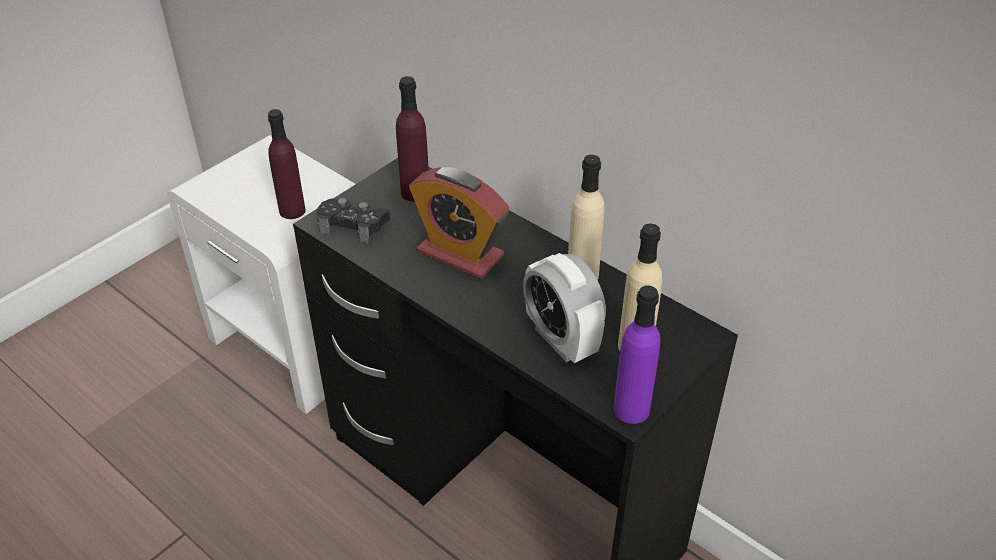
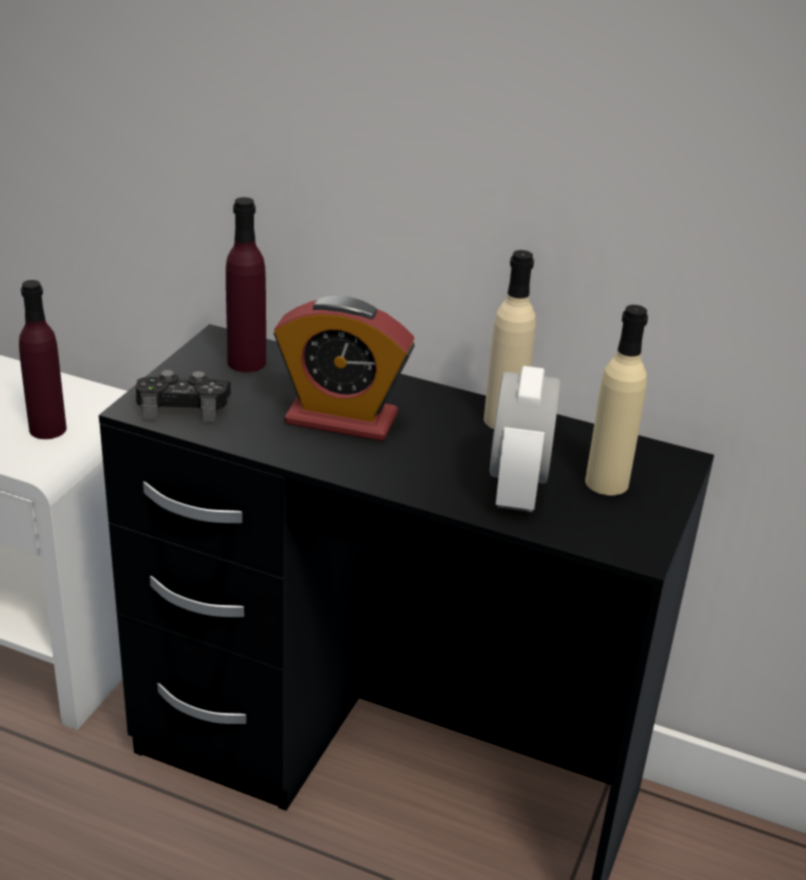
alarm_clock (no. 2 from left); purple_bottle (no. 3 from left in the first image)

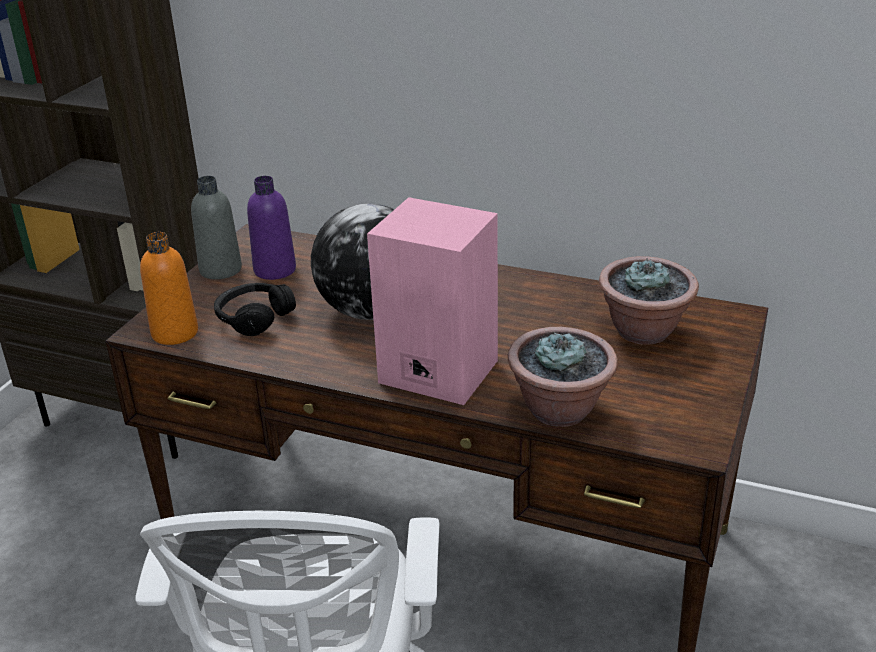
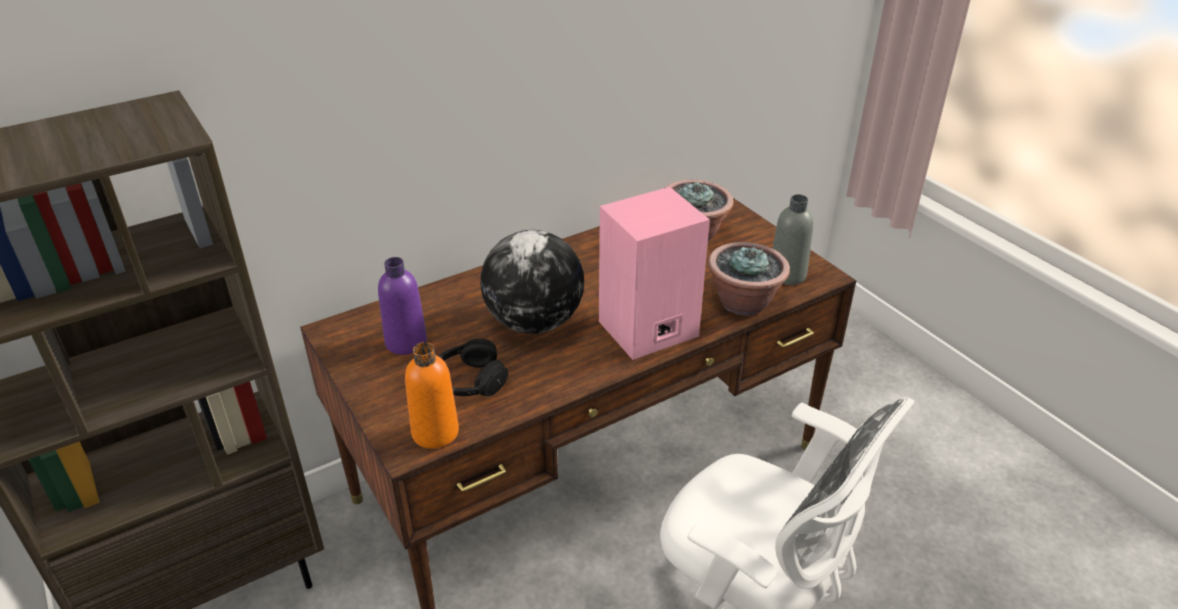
grey_bottle

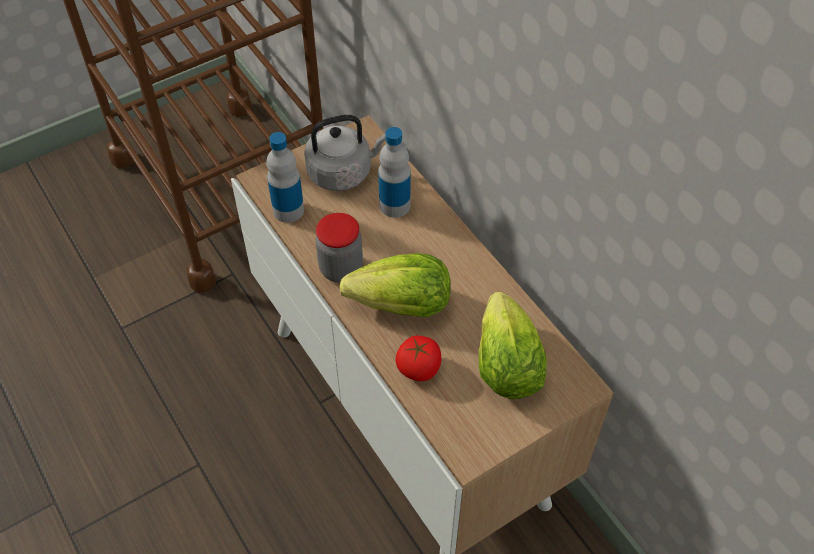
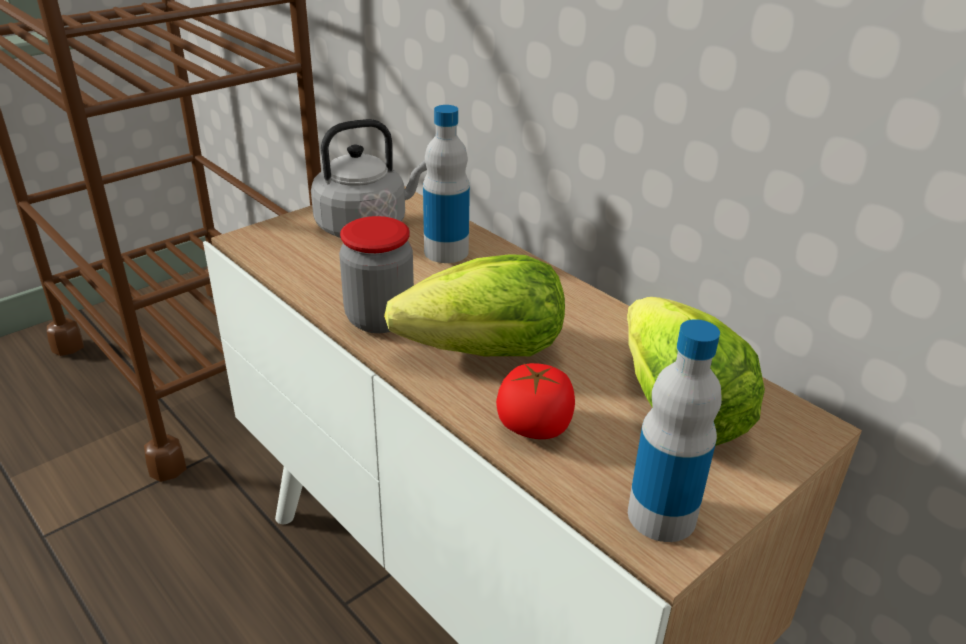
bottle (no. 2 from left)

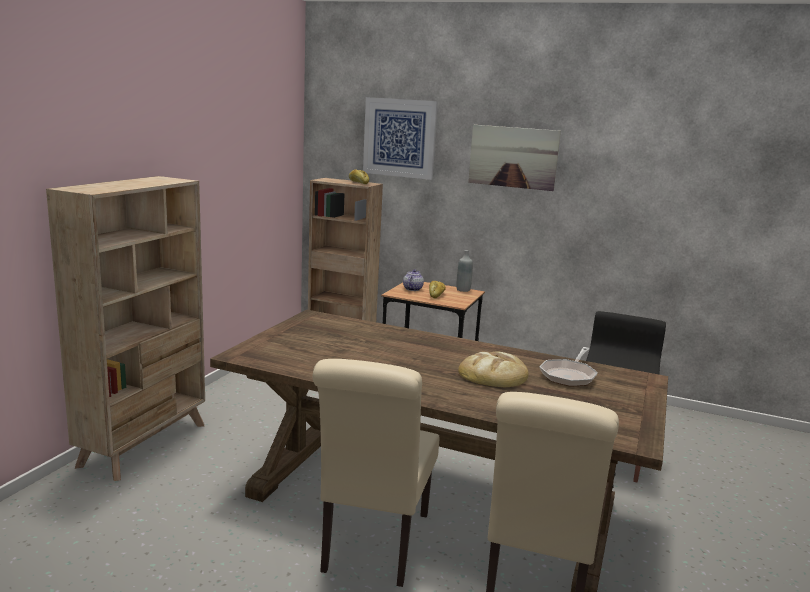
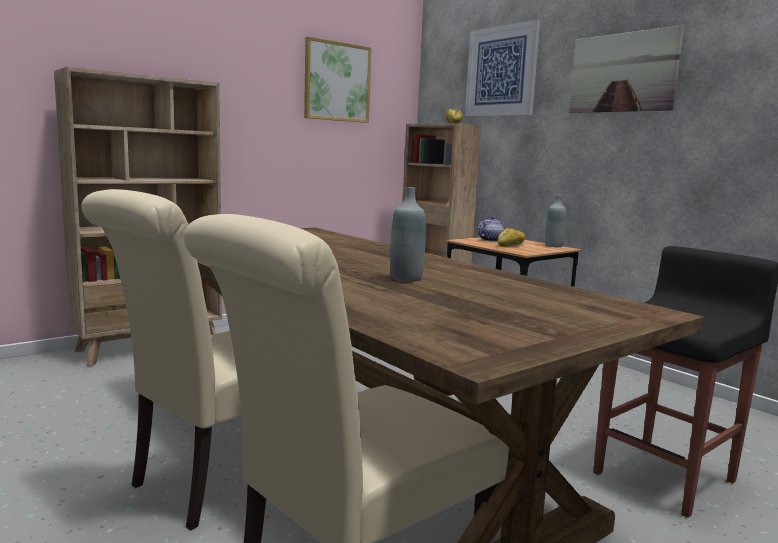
frying_pan; grey_bottle (no. 1 from left); picture (no. 1 from left)

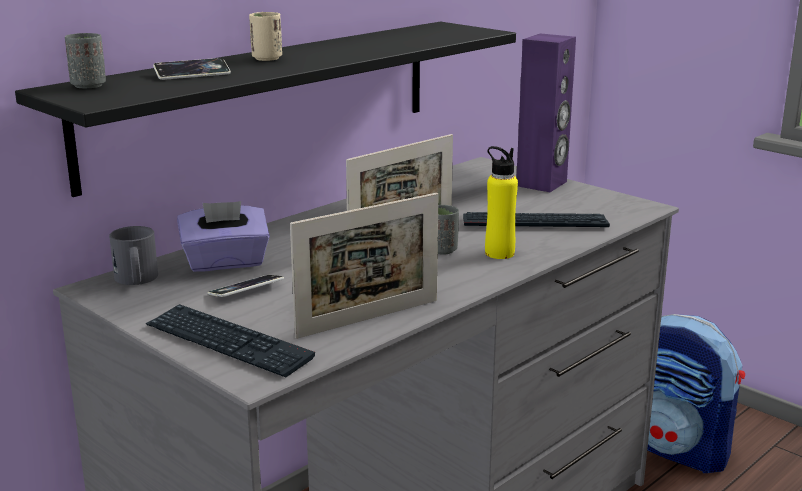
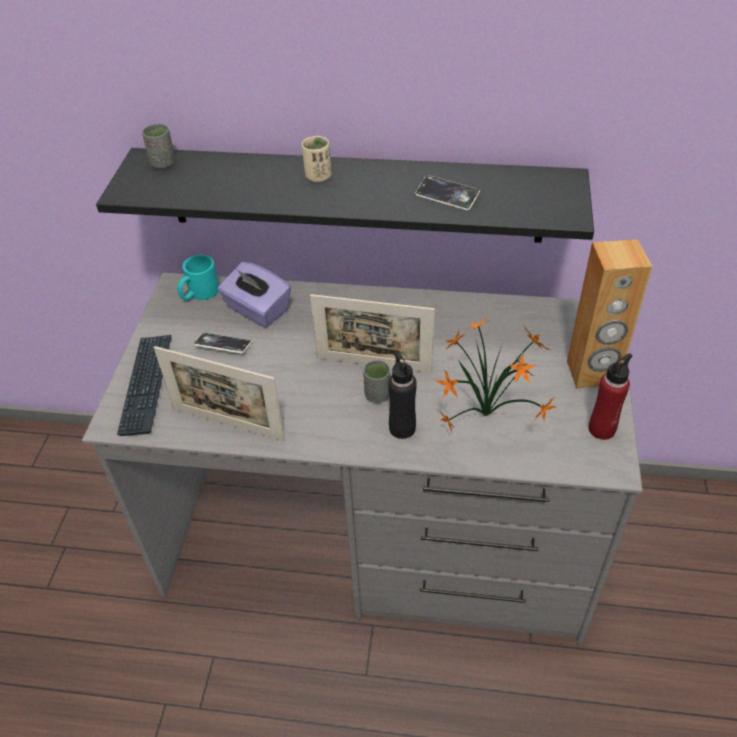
brown_speaker; phone (no. 2 from left); black_bottle; potted_plant; turquoise_mug; backpack; red_bottle

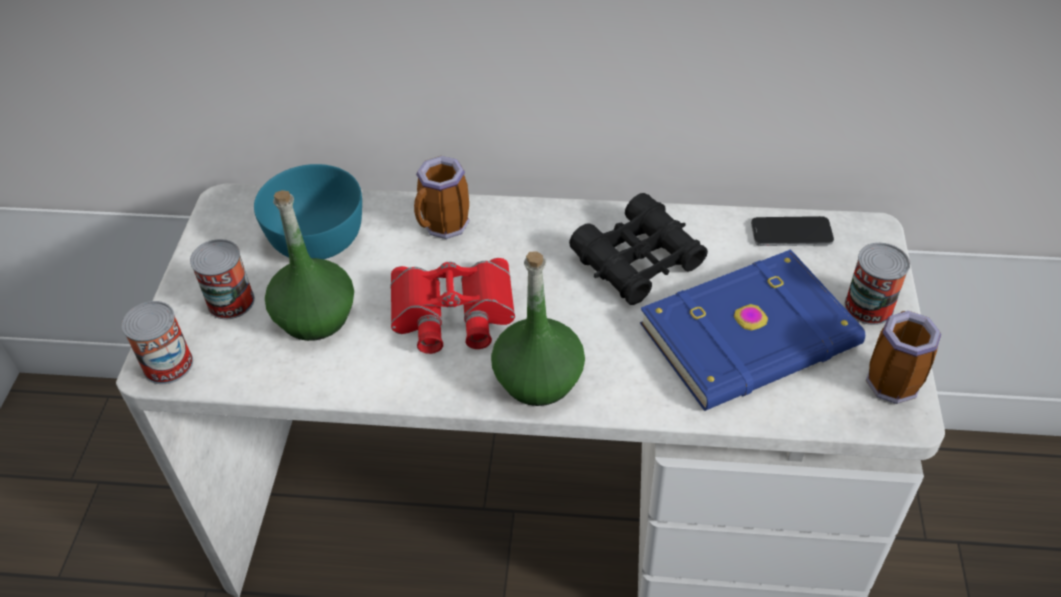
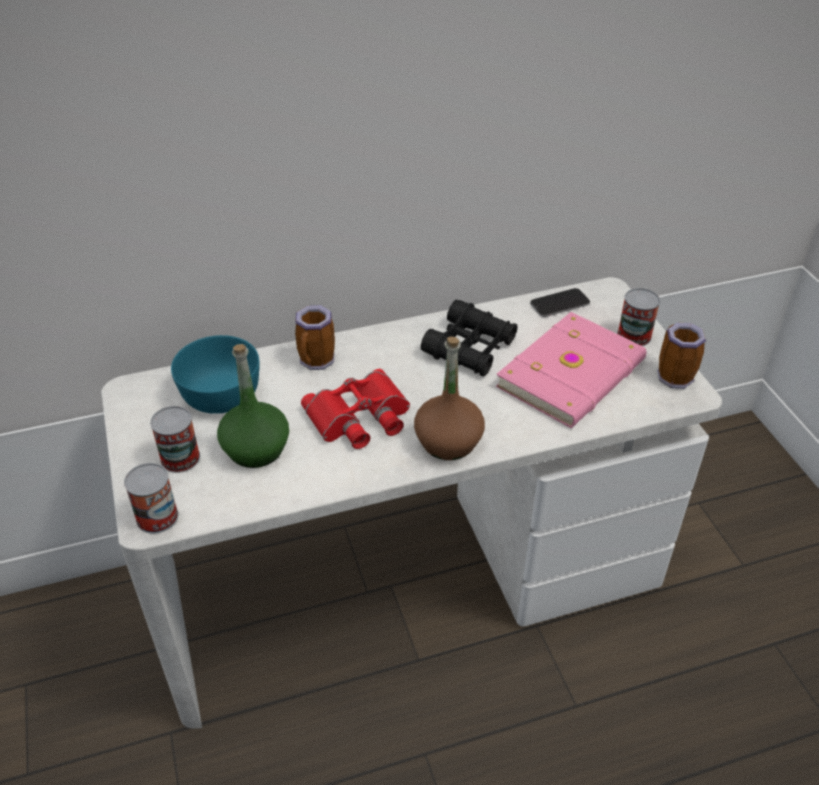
pink_book; brown_bottle

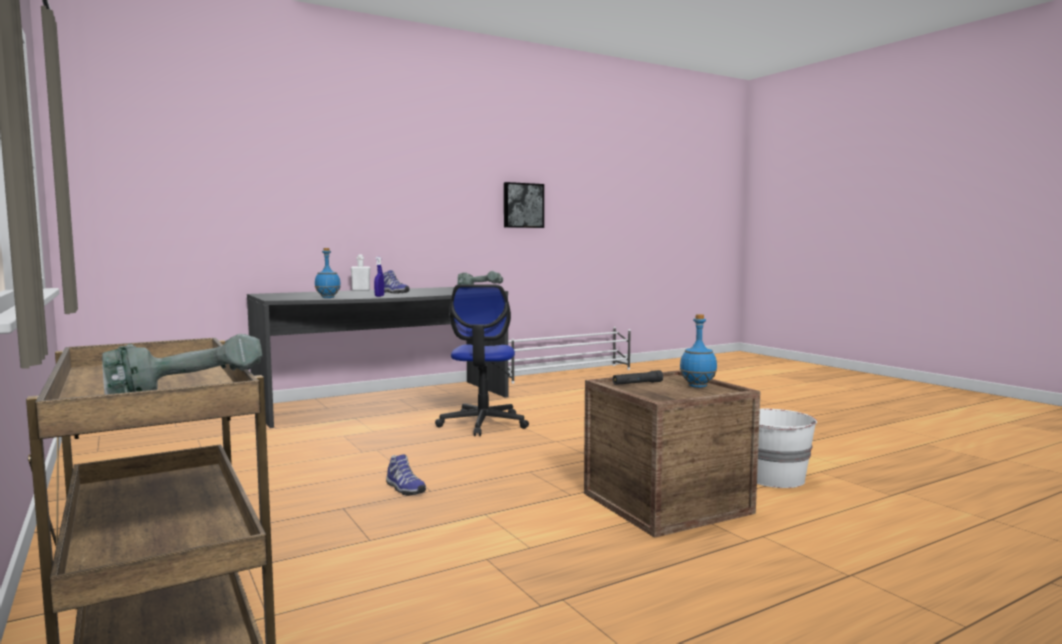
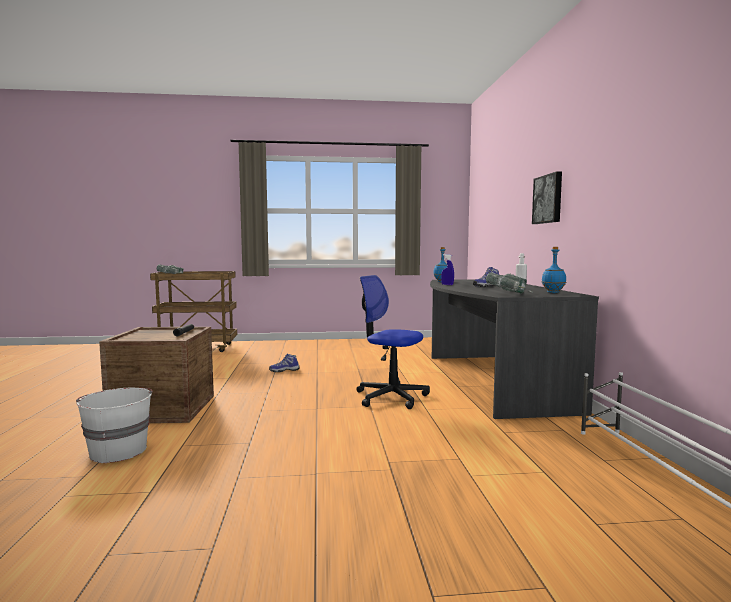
picture; blue_bottle (no. 2 from left)

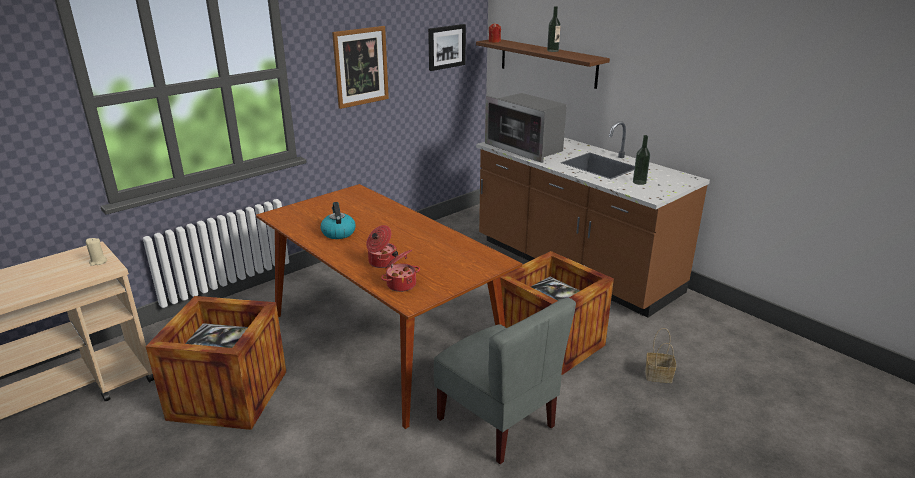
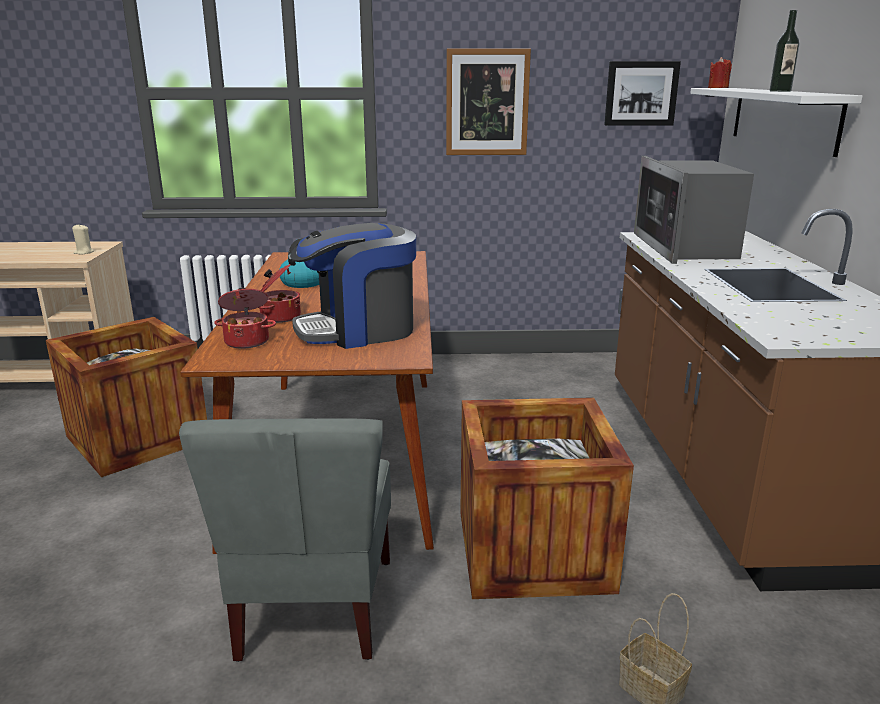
white_shelf; bottle (no. 2 from left in the first image); coffee_machine

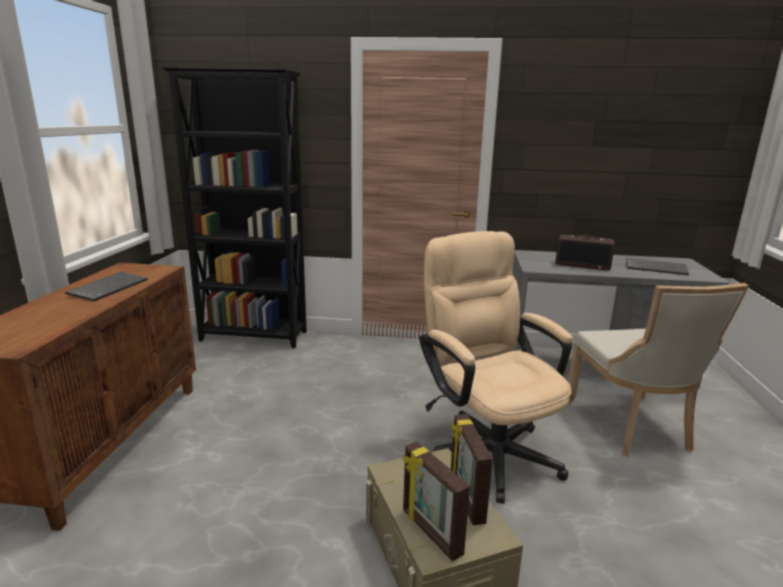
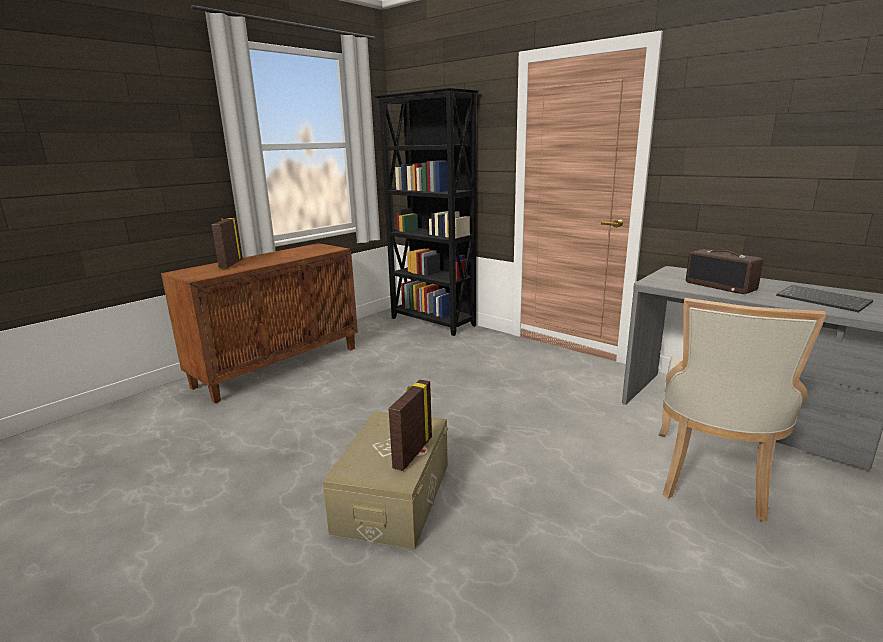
beige_office_chair; keyboard (no. 1 from left in the first image); picture_frame (no. 1 from left)

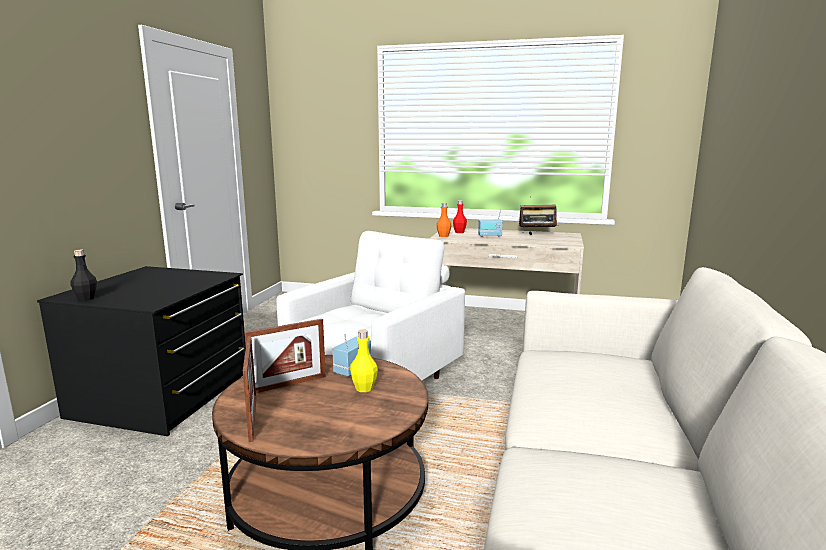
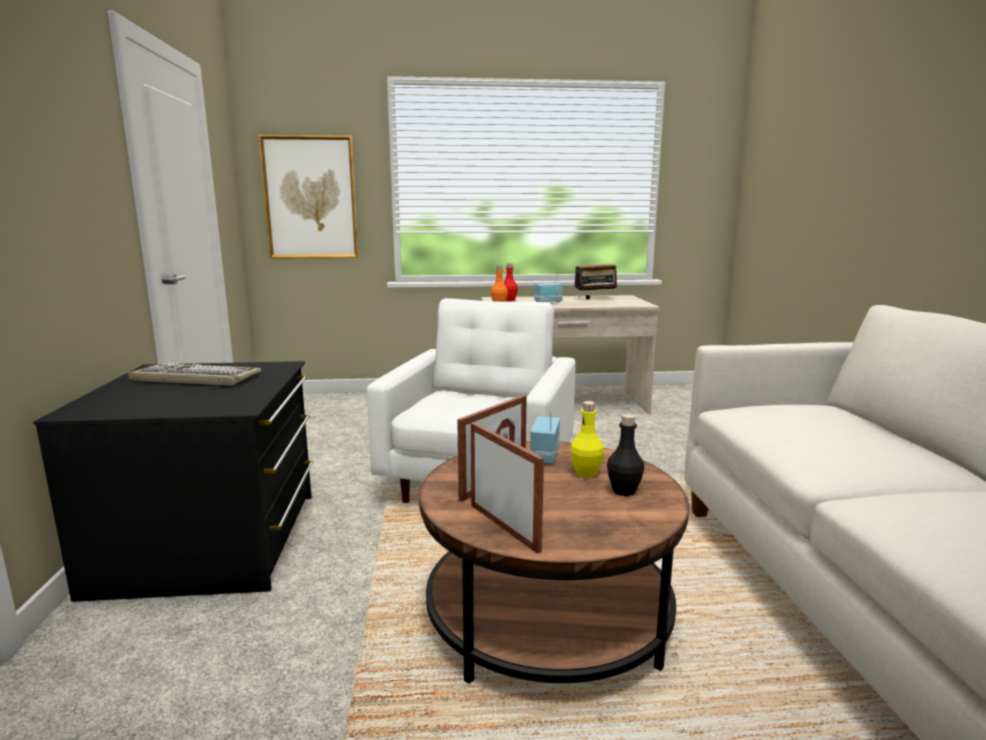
black_bottle; picture; keyboard

